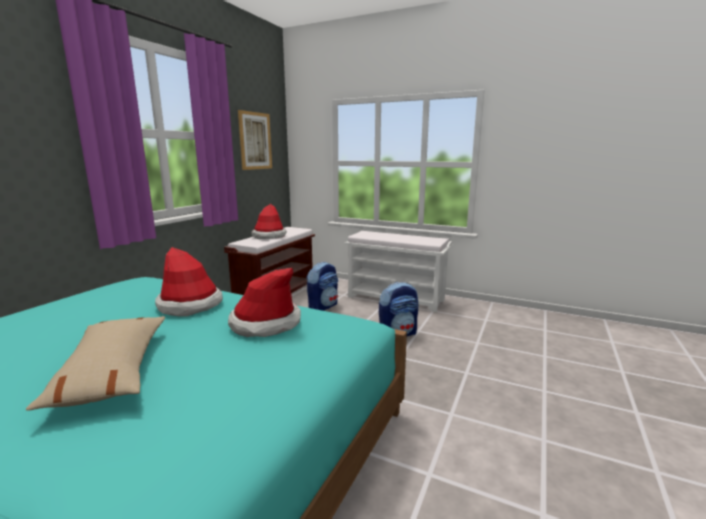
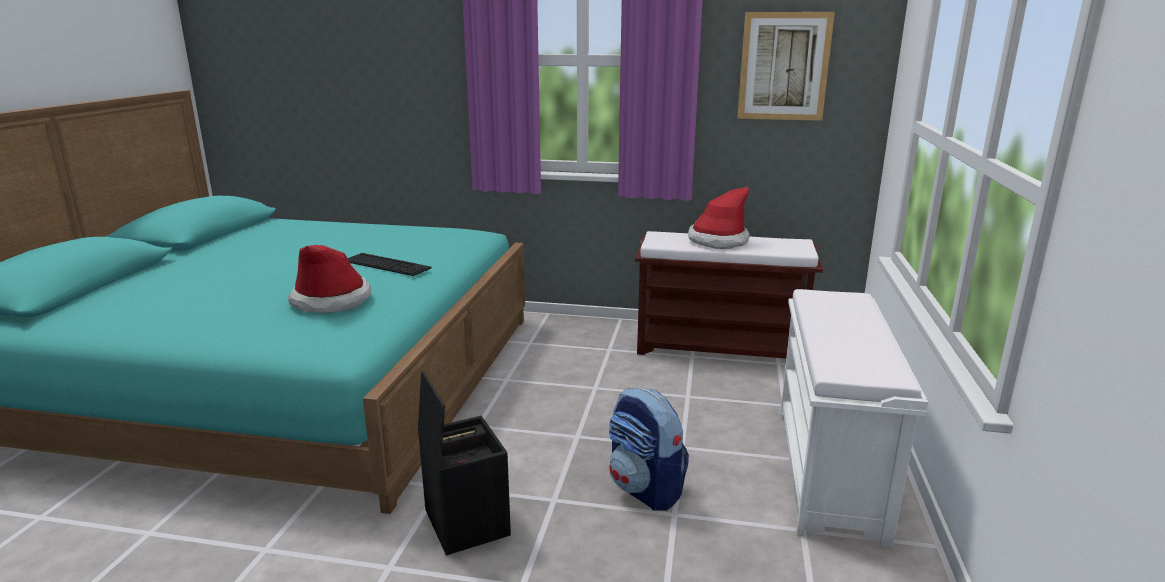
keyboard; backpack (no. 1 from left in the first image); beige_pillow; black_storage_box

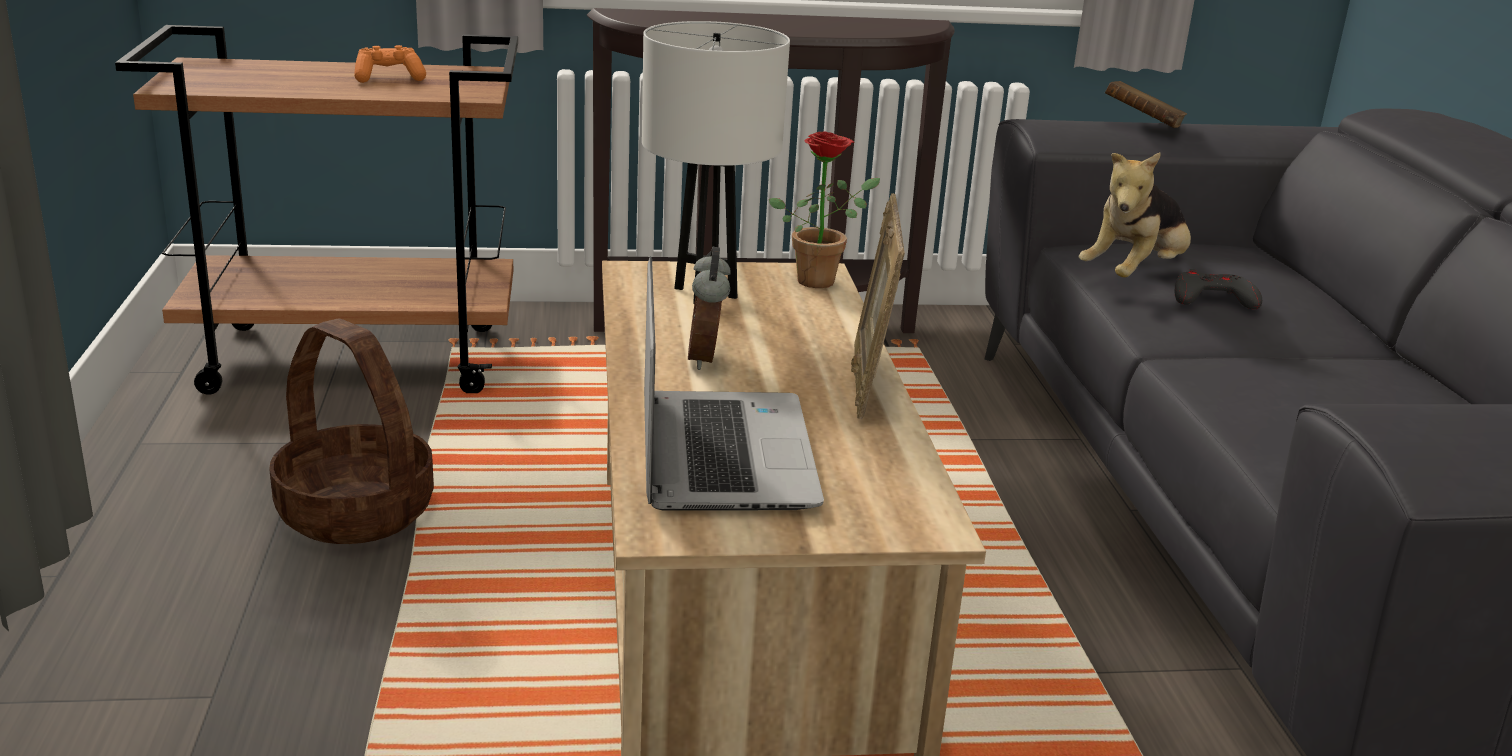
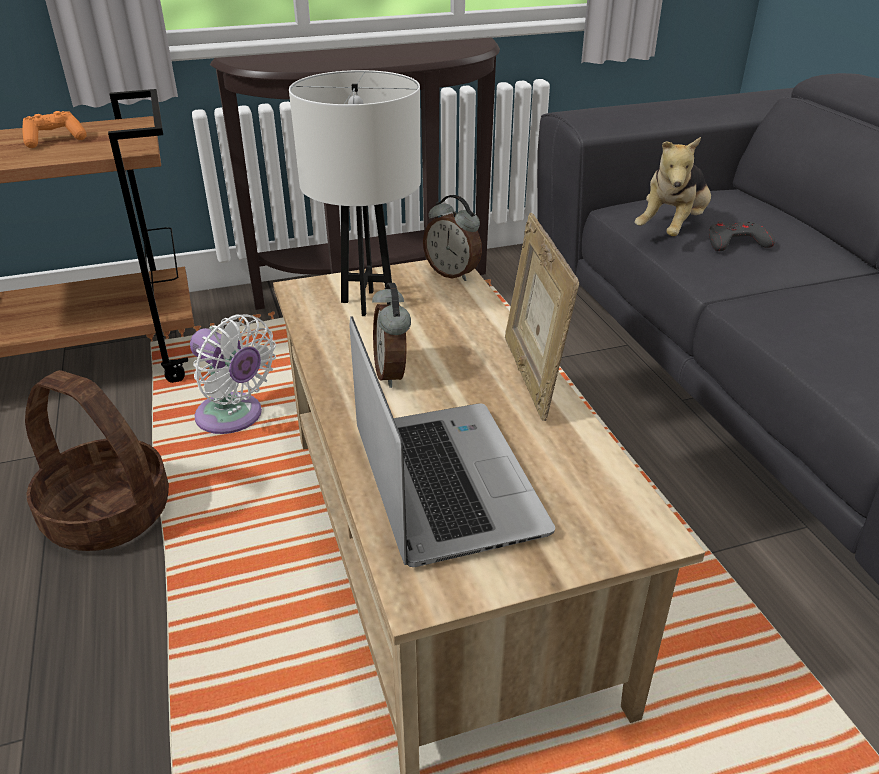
brown_book; alarm_clock (no. 2 from left); white_fan

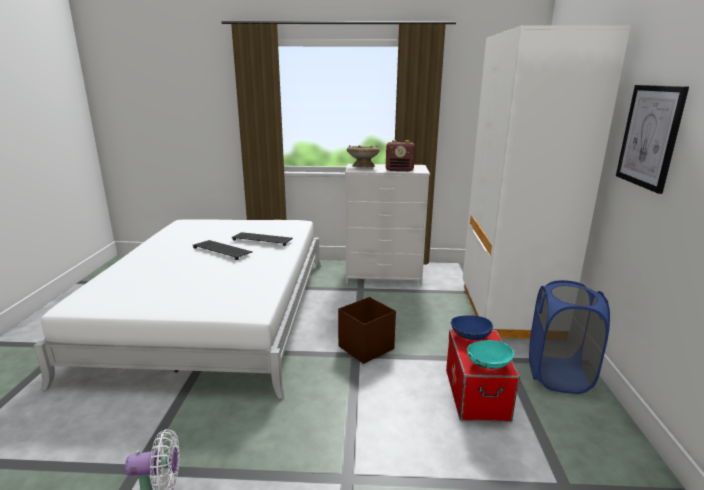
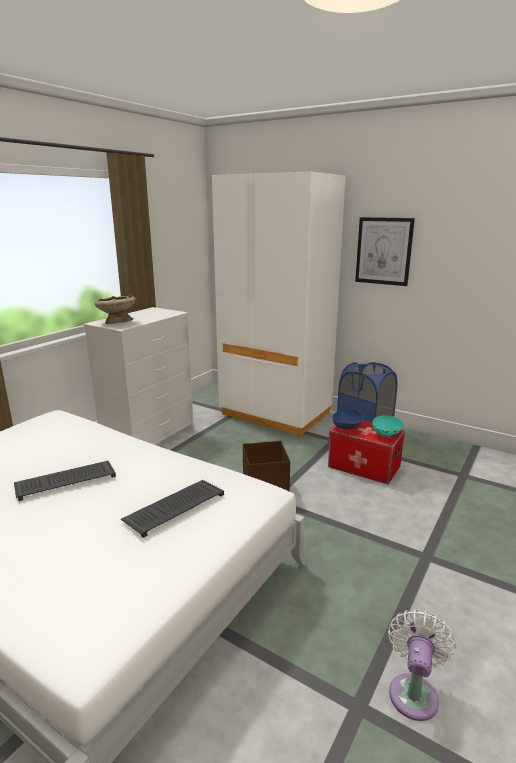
radio; keyboard (no. 2 from left)

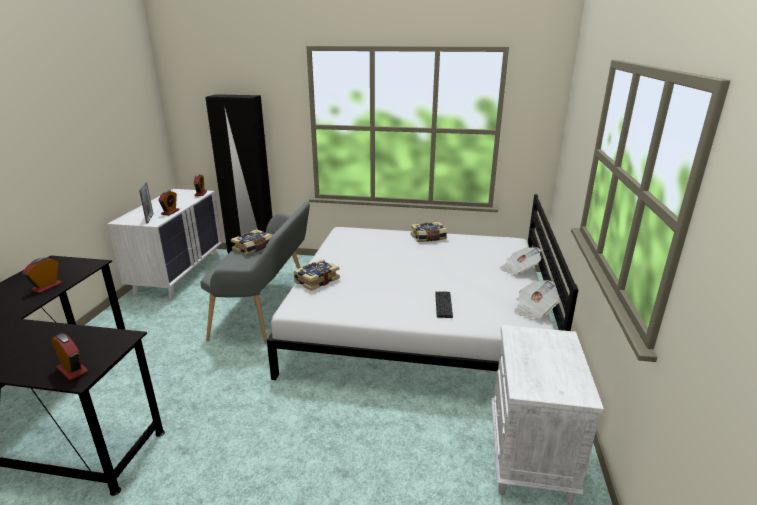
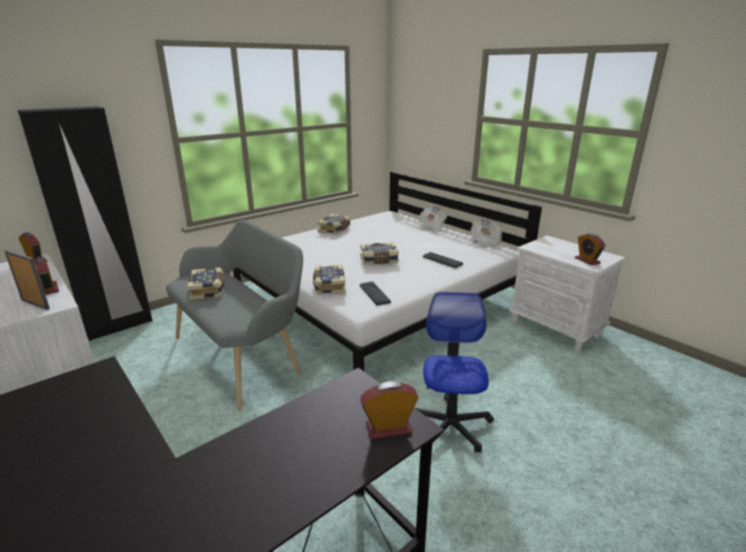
alarm_clock (no. 4 from left); book (no. 4 from left); keyboard (no. 1 from left); office_chair

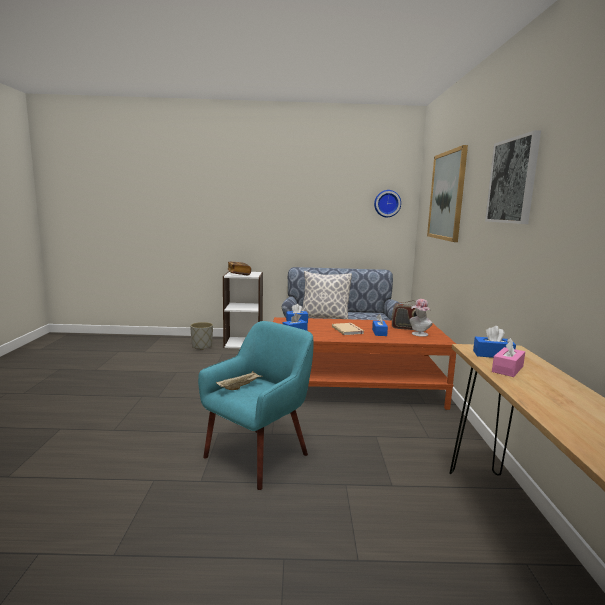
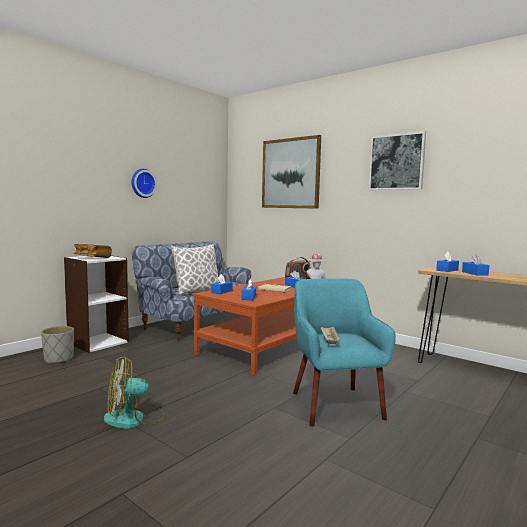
wall_clock; blue_tissue_box (no. 5 from left); fan

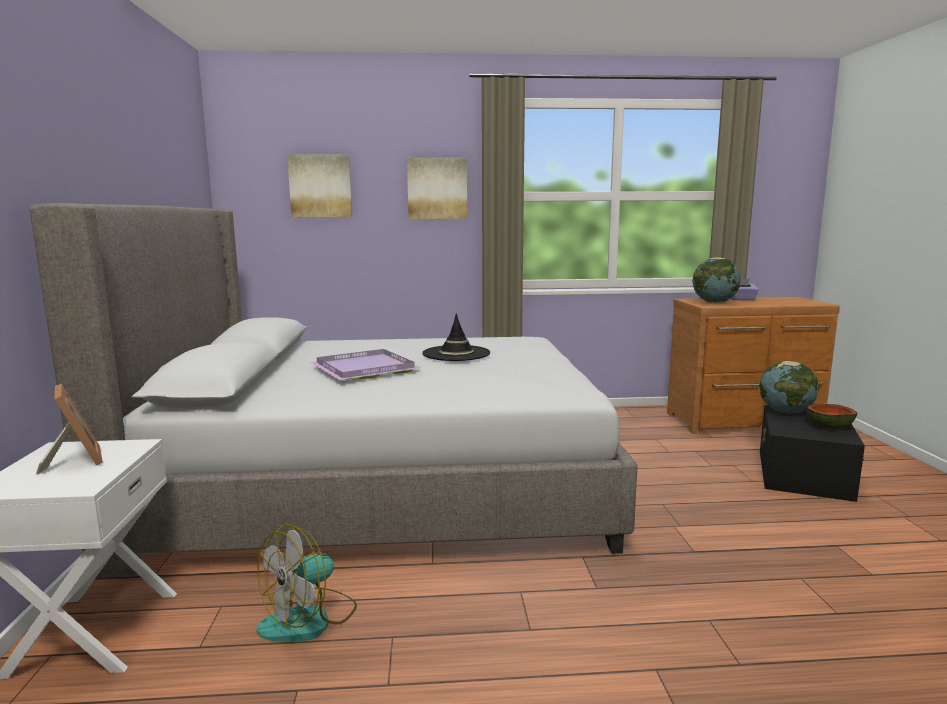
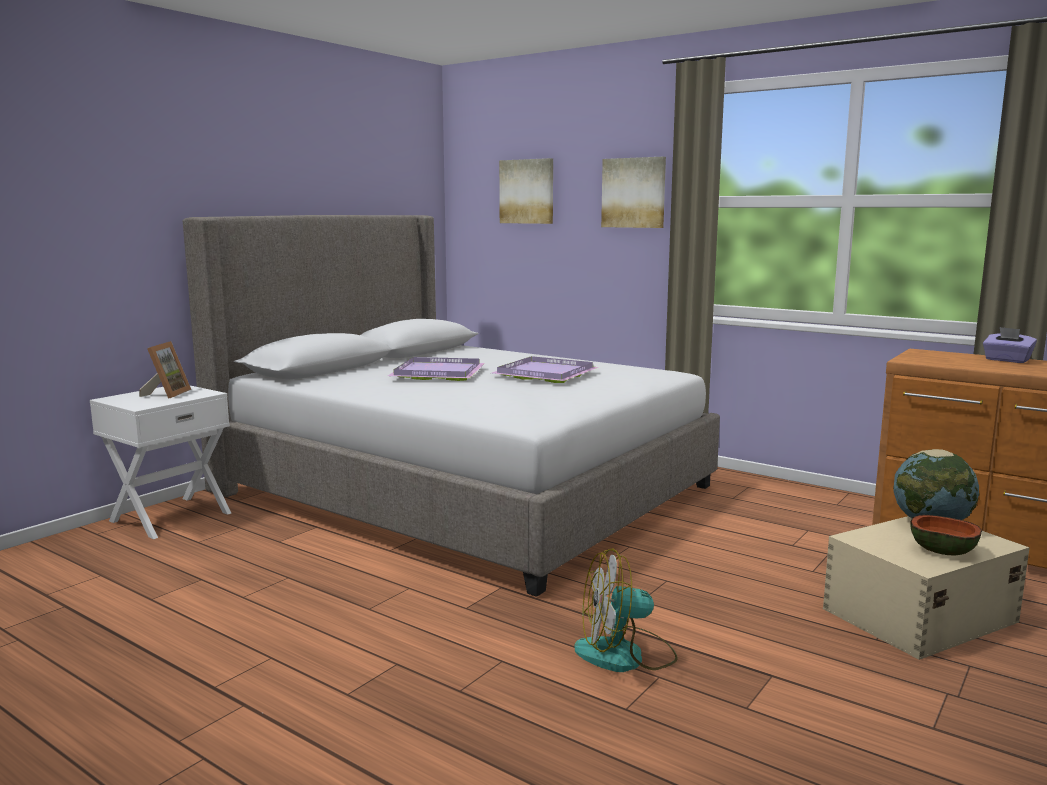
globe (no. 1 from left in the first image); purple_tray (no. 2 from left); beige_storage_box; fan

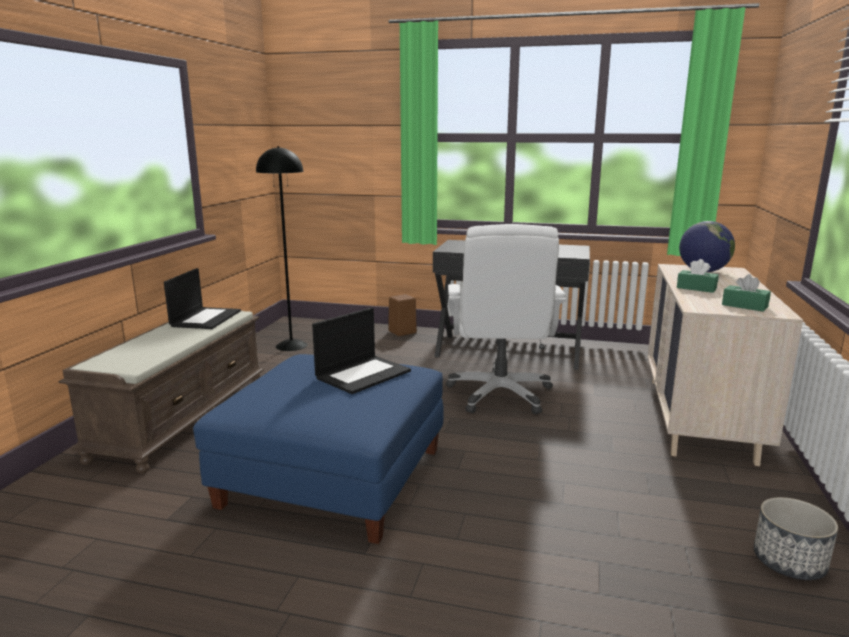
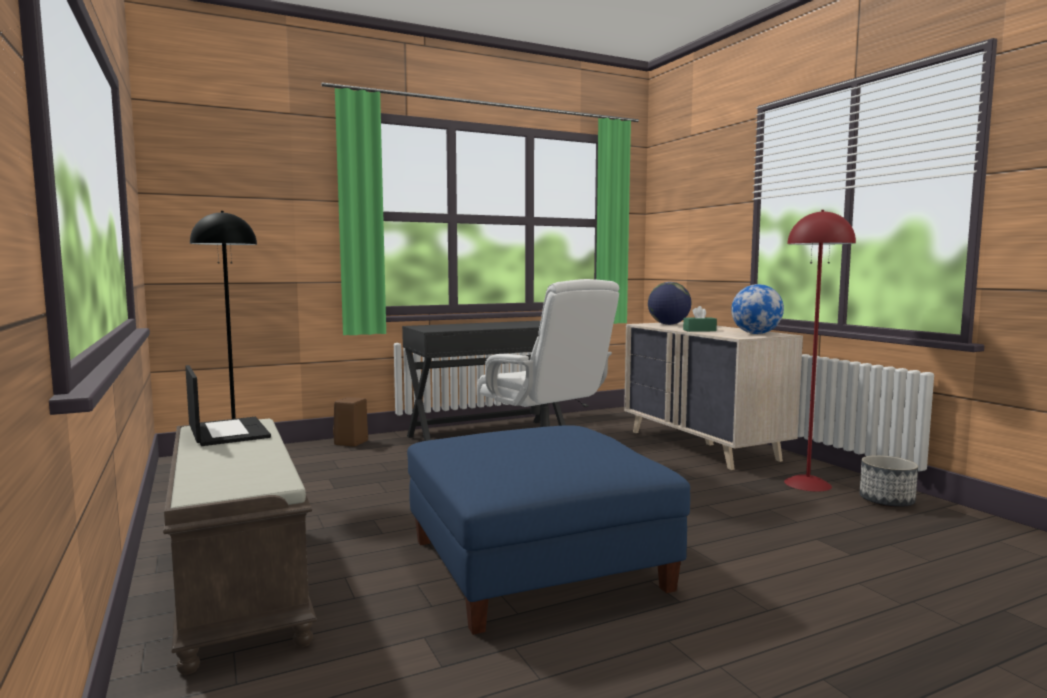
globe (no. 2 from left); laptop (no. 2 from left in the first image); red_floor_lamp

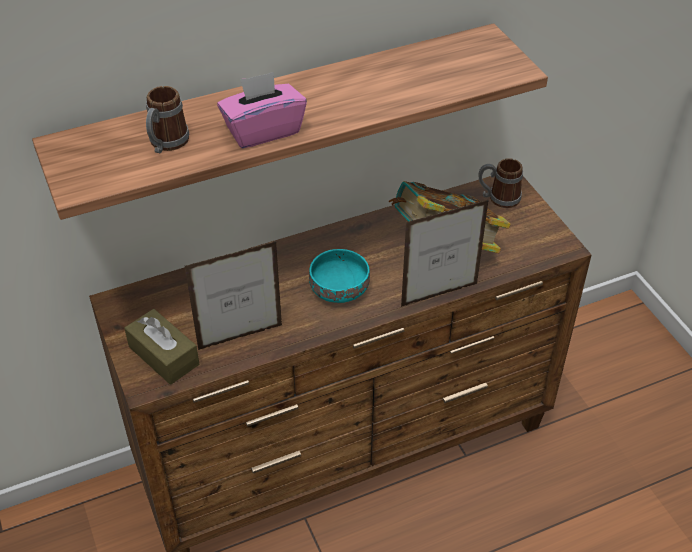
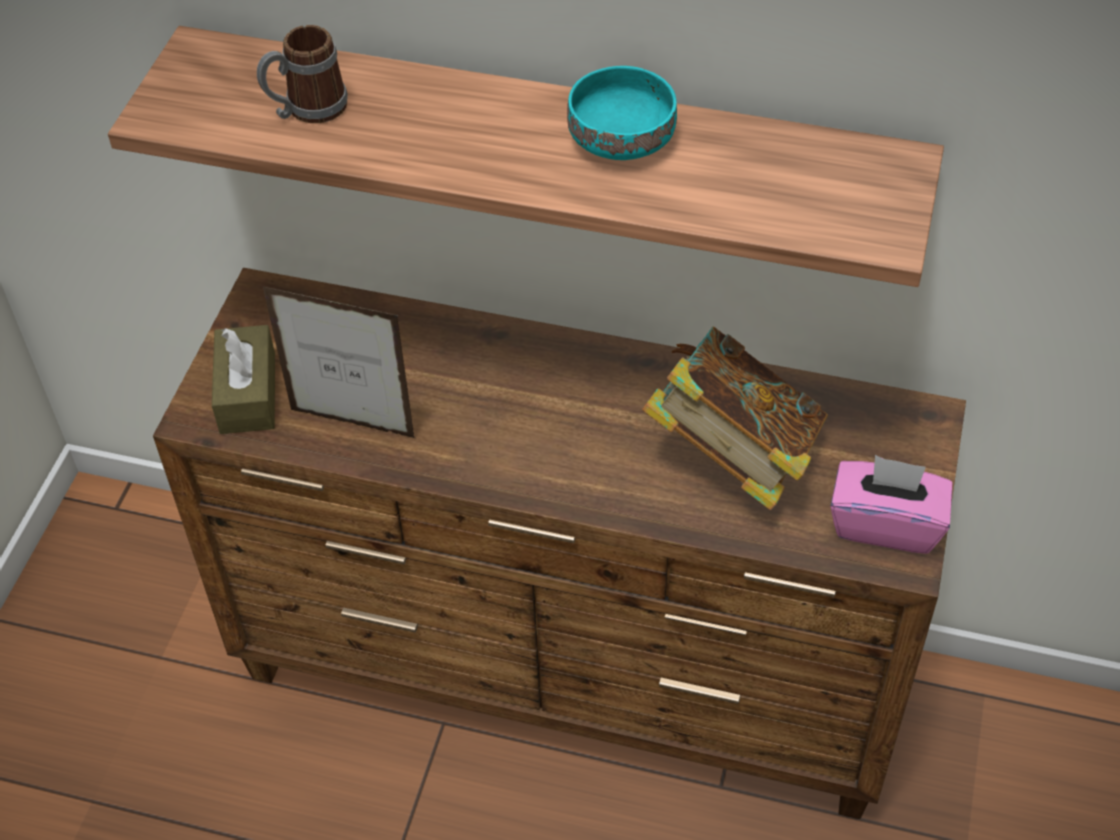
pink_tissue_box; mug (no. 2 from left in the first image); picture_frame (no. 2 from left in the first image); turquoise_bowl

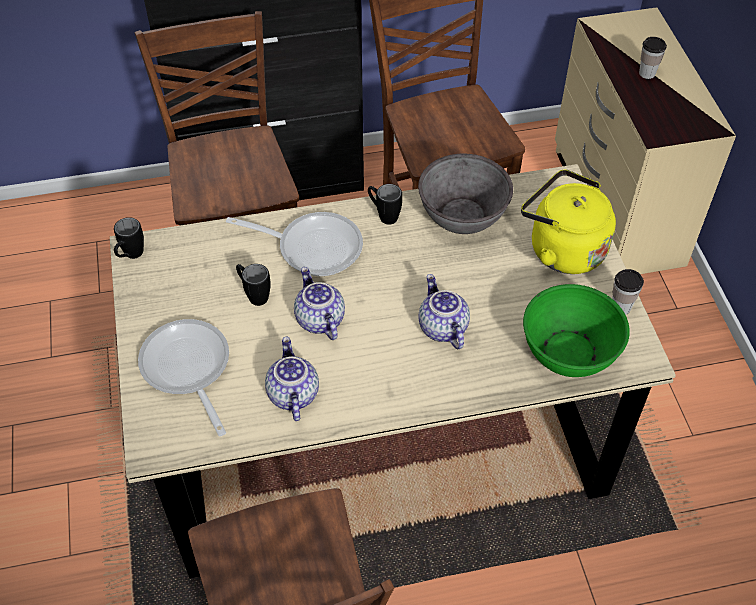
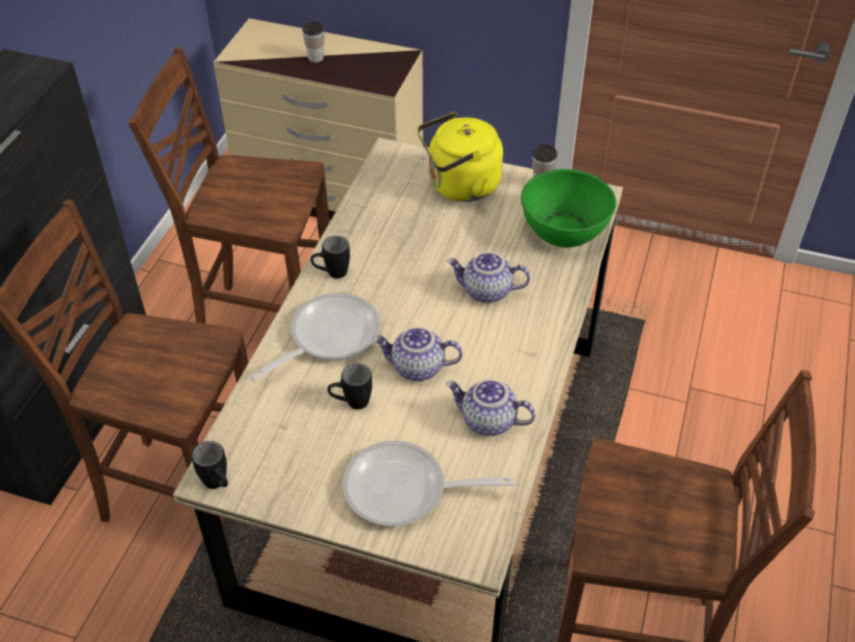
grey_bowl

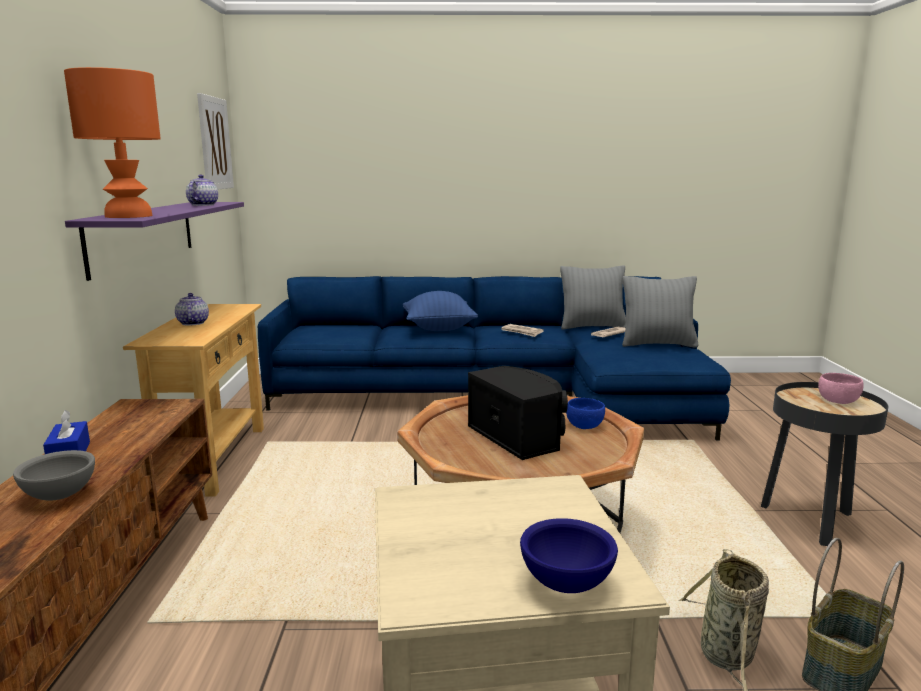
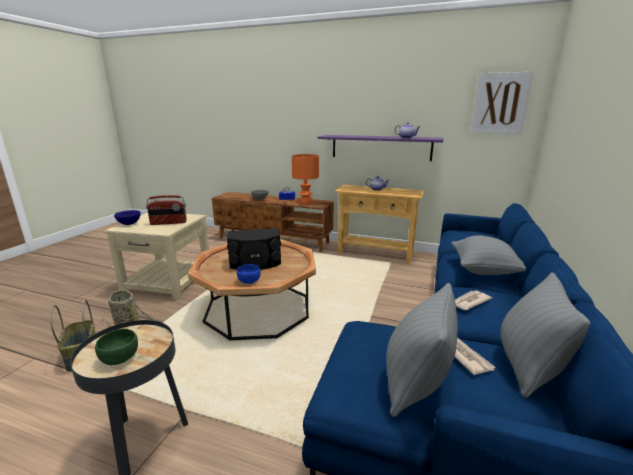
orange_table_lamp; grey_pillow (no. 2 from left); green_bowl; radio

